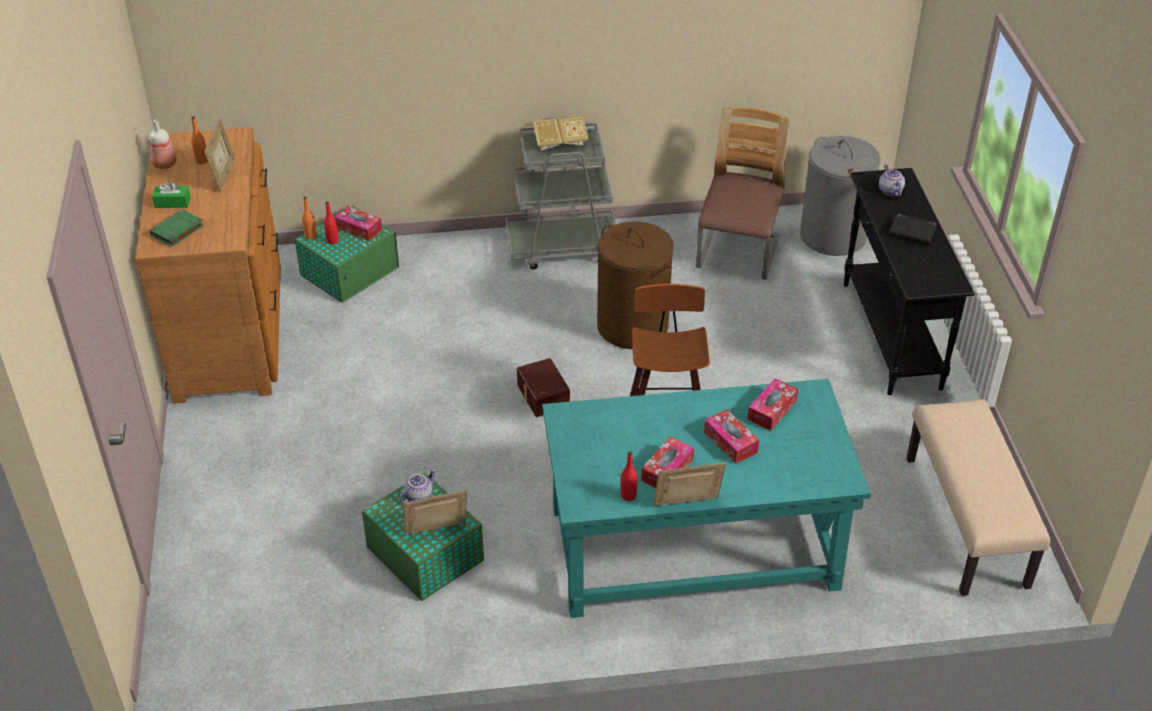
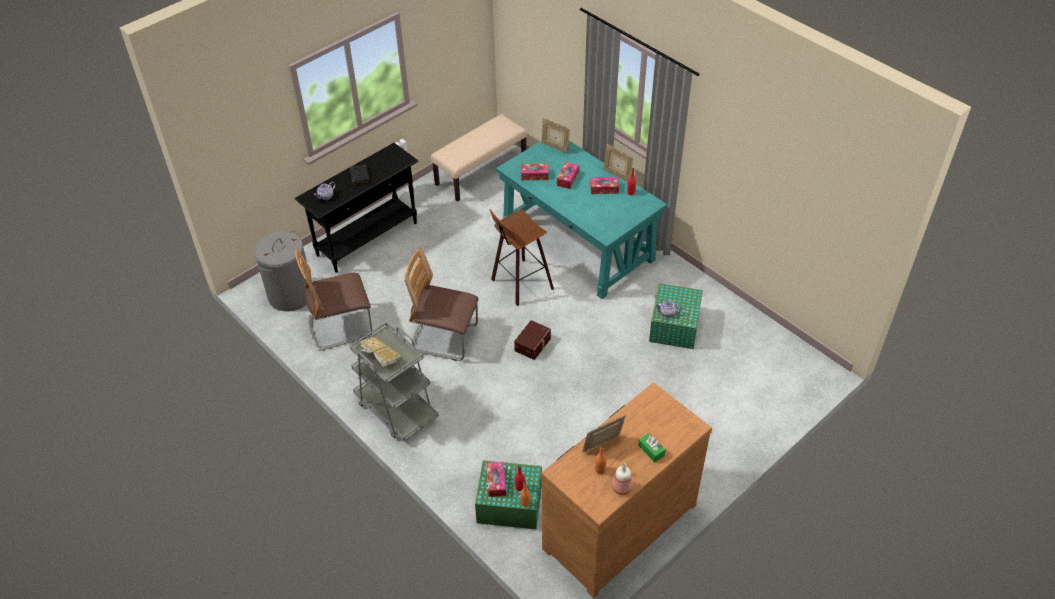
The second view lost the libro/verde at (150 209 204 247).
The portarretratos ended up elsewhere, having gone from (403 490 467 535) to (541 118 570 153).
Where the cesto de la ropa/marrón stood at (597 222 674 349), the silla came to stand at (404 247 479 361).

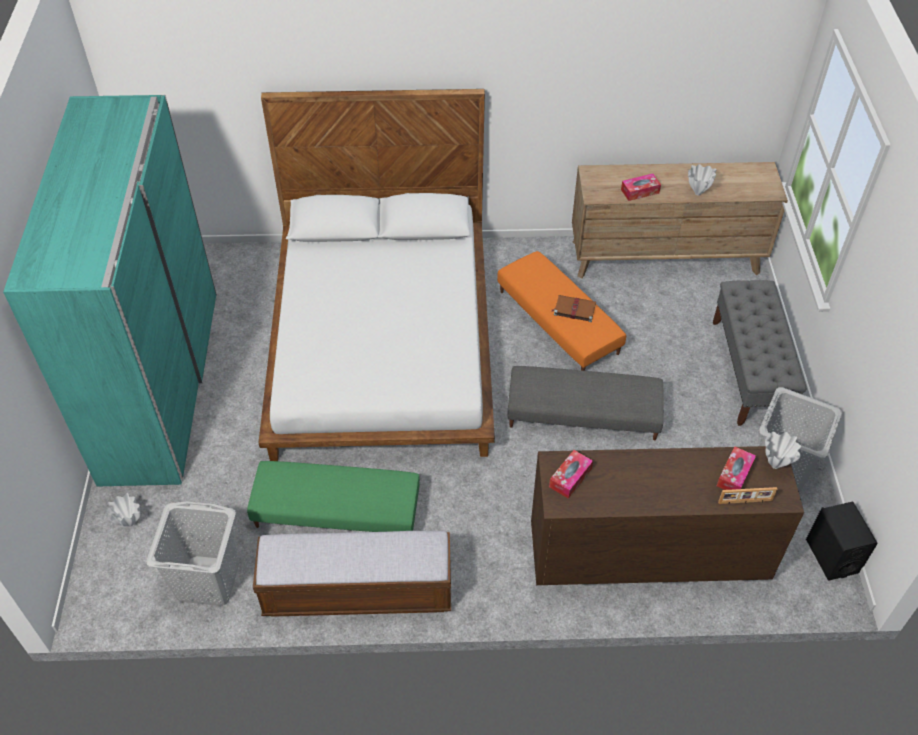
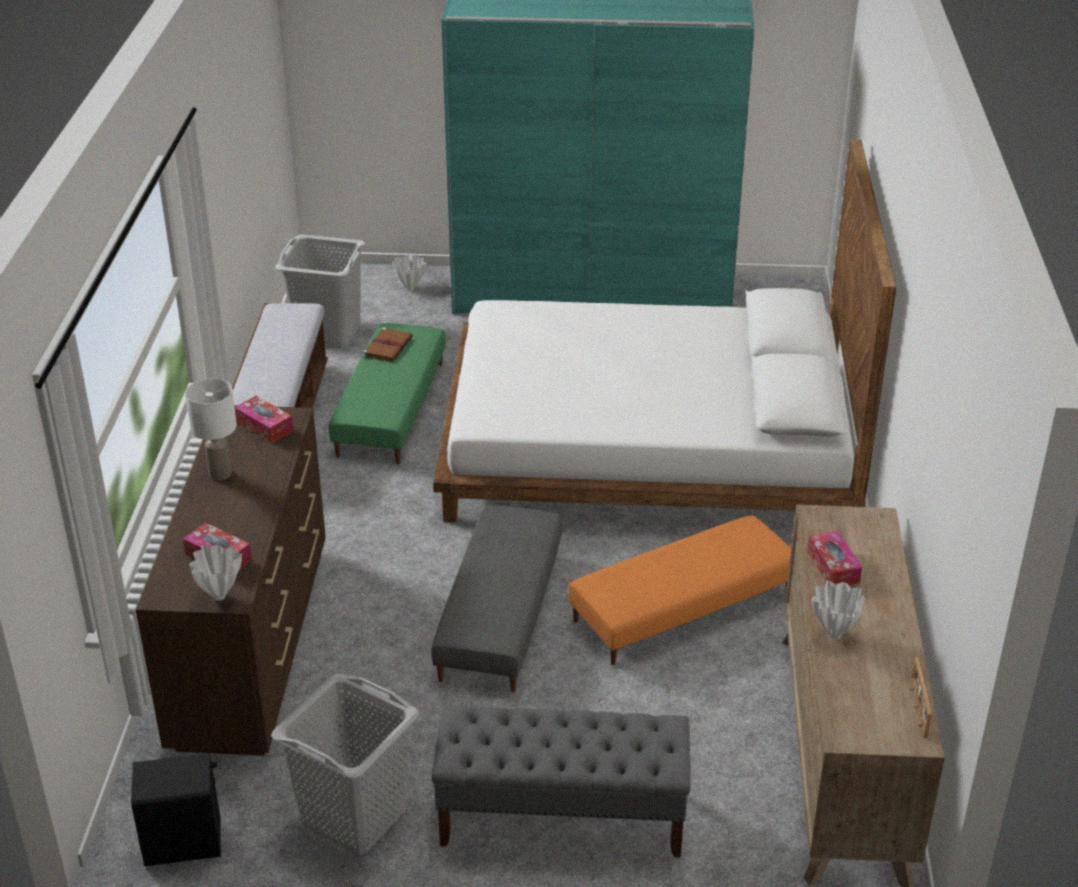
The libro/marrón ended up elsewhere, having gone from (552 295 596 322) to (363 327 413 362).
The portarretratos ended up elsewhere, having gone from (718 487 777 504) to (910 657 932 738).
The second view gained the lámpara de mesa/blanco at (185 378 237 480).

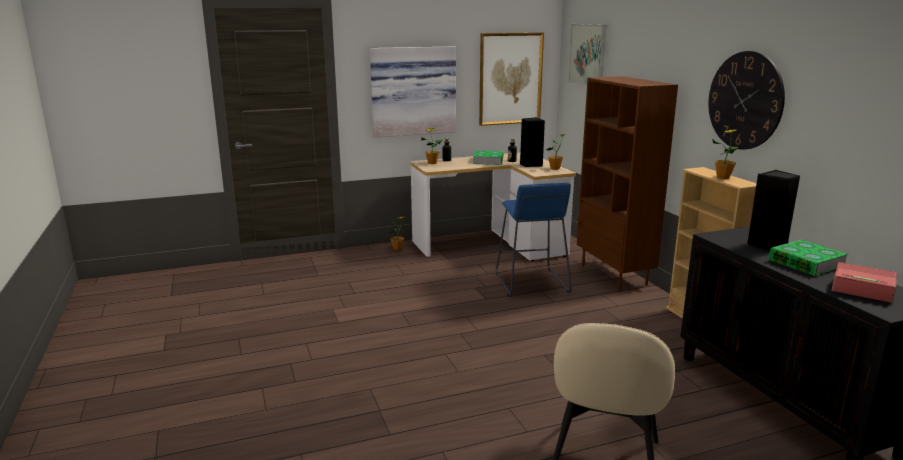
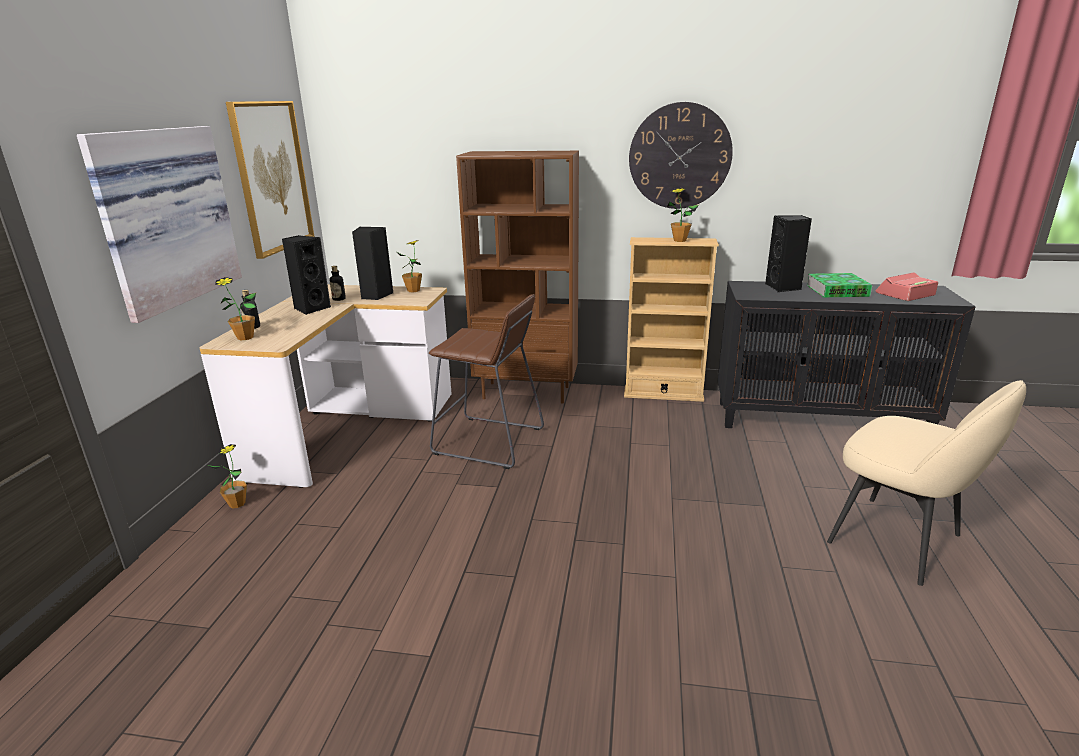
Where the libro stood at (473 151 503 165), the altavoz/negro came to stand at (282 235 331 315).
What was the taburete/azul at (496 183 572 297) turned into the taburete/marrón at (429 294 544 469).
The second view lost the cuadro at (568 24 607 86).

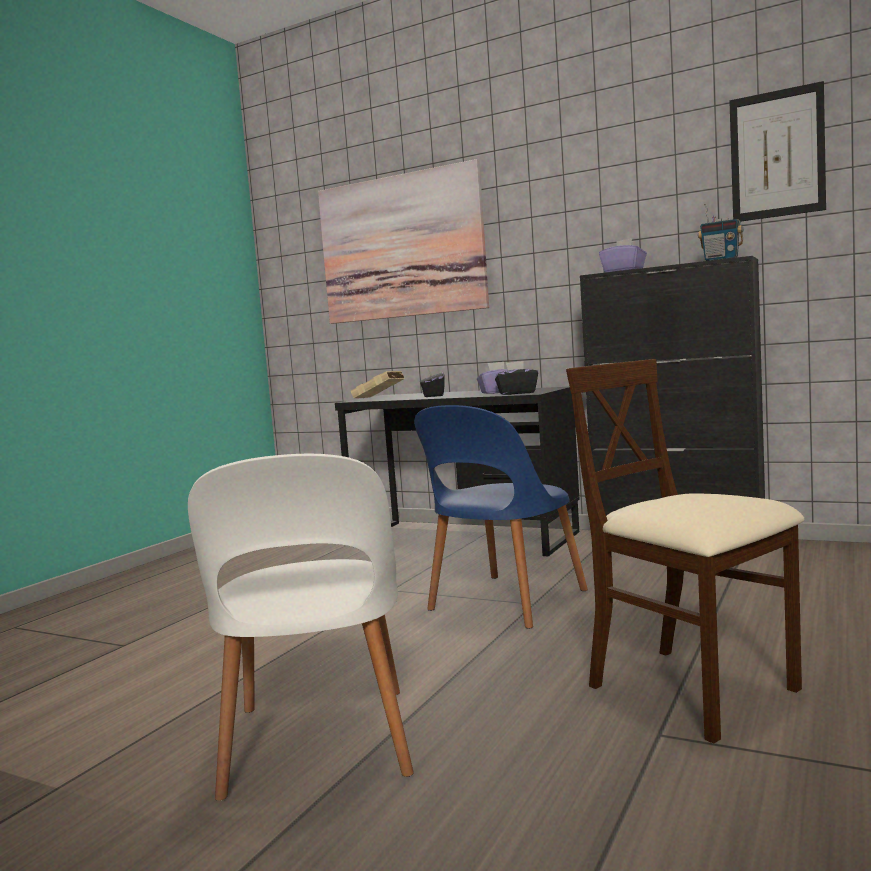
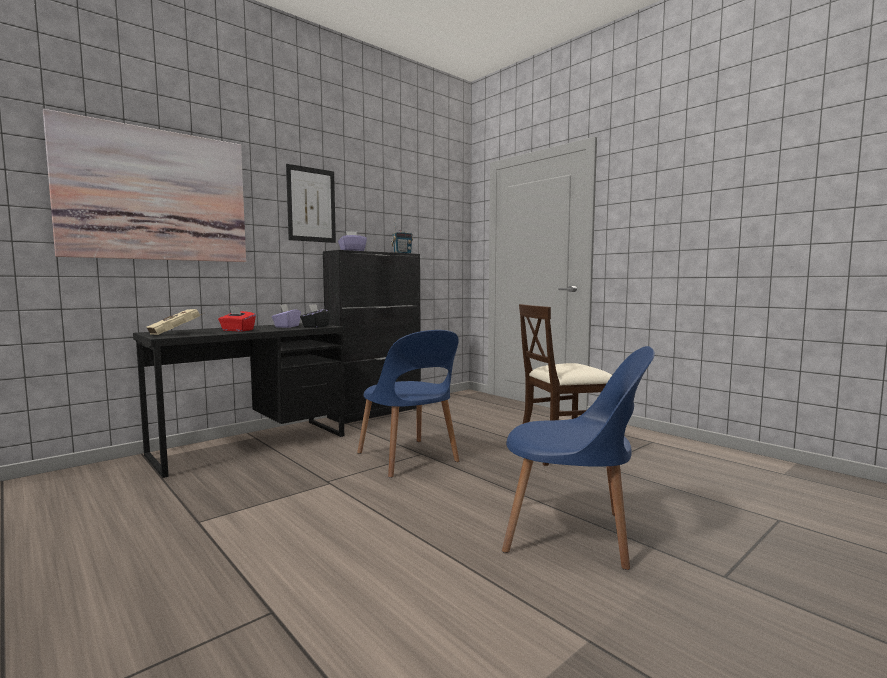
What was the silla/blanco at (188 454 414 801) turned into the silla/azul at (502 346 655 570).
What was the caja de pañuelos/negro at (420 367 445 397) turned into the caja de pañuelos/rojo at (218 306 256 332).
The cuadro ended up elsewhere, having gone from (729 81 826 222) to (286 164 336 243).

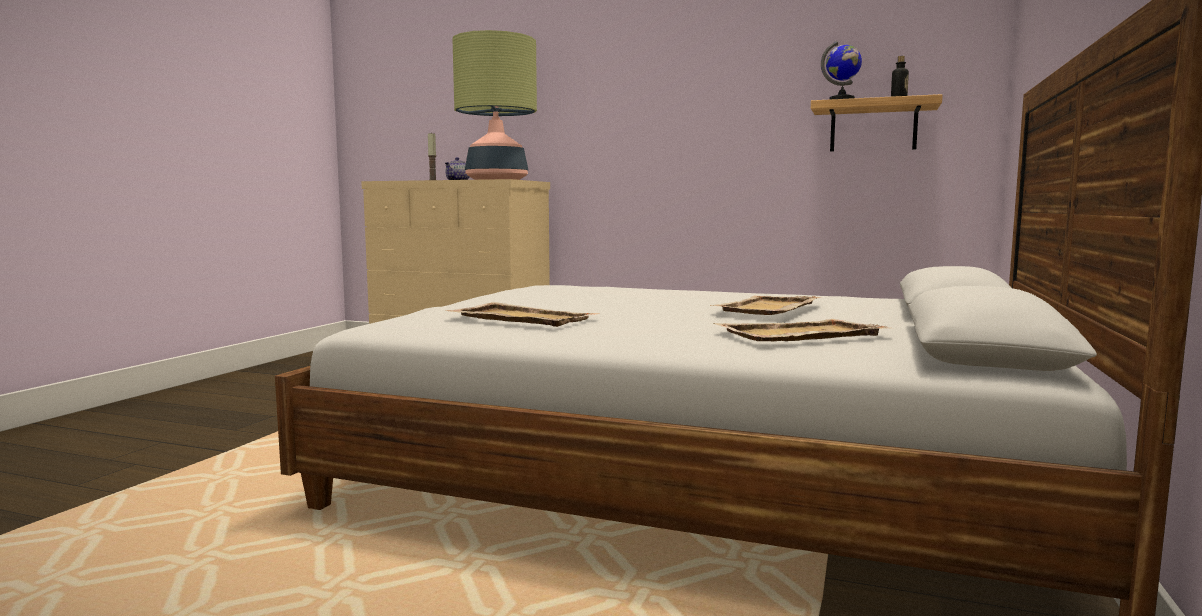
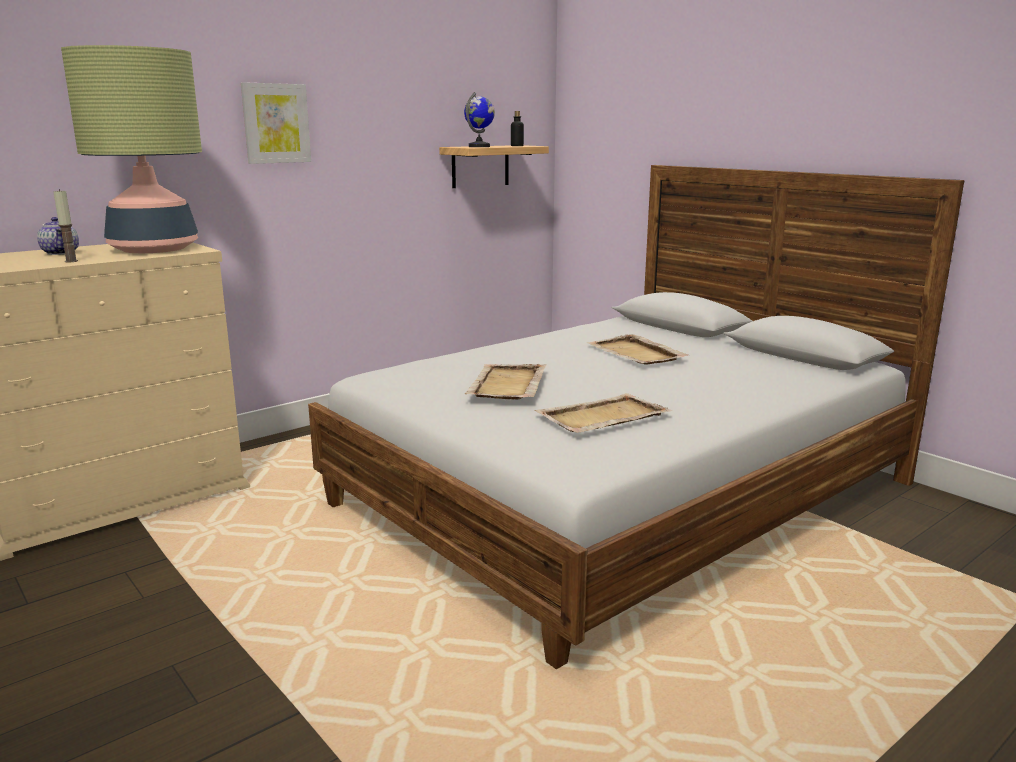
The bandeja/beis ended up elsewhere, having gone from (713 319 891 341) to (465 364 546 400).
The second view gained the cuadro at (241 82 311 164).

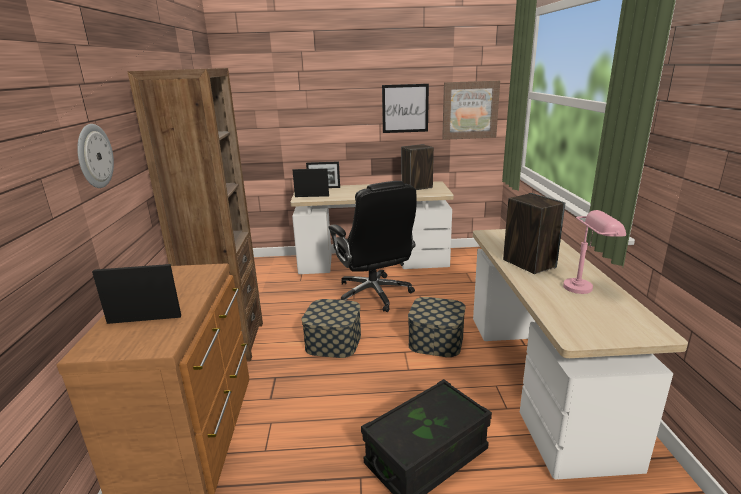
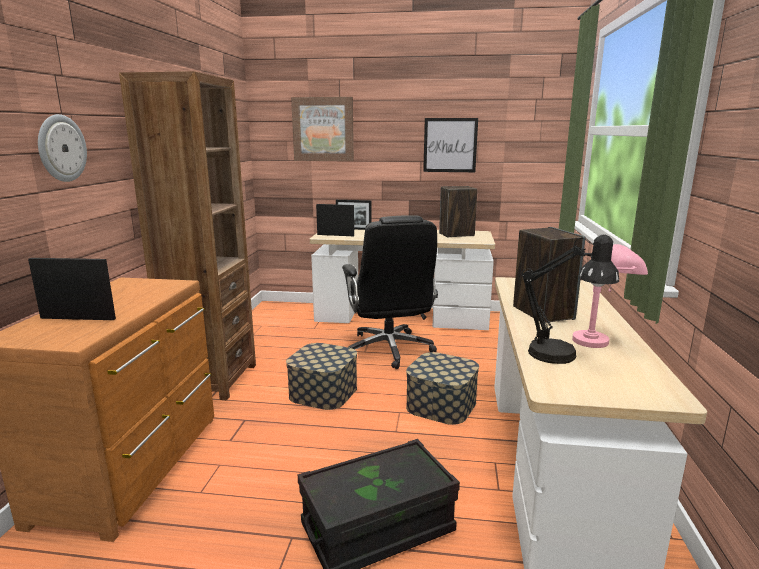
The cuadro ended up elsewhere, having gone from (442 81 500 140) to (291 97 354 161).
The second view gained the lámpara de mesa/negro at (522 235 619 364).

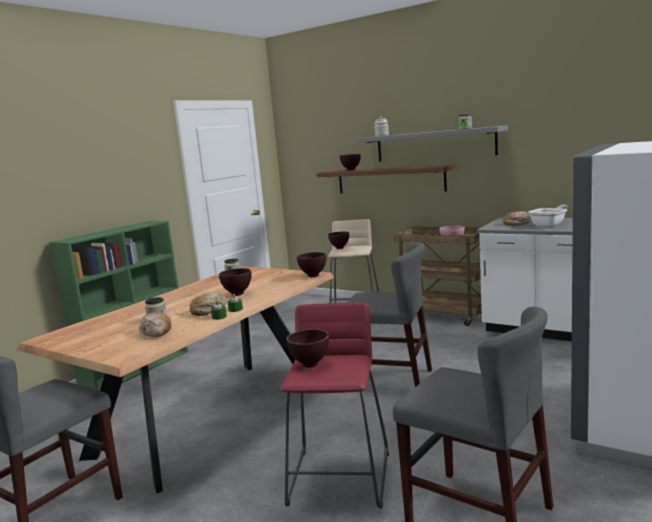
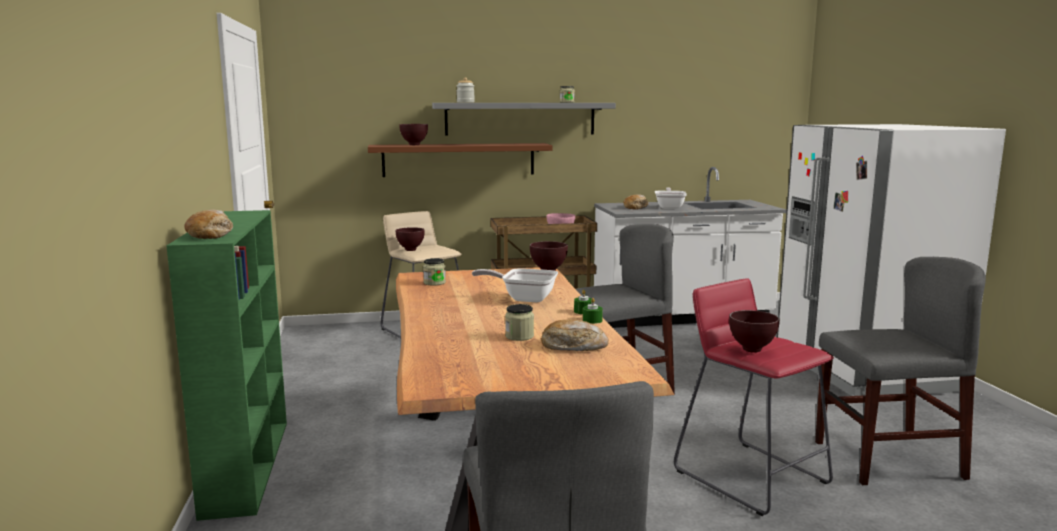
The pan ended up elsewhere, having gone from (189 293 227 316) to (184 210 233 239).
Where the cuenco/marrón stood at (219 268 251 296), the sartén came to stand at (472 268 558 302).

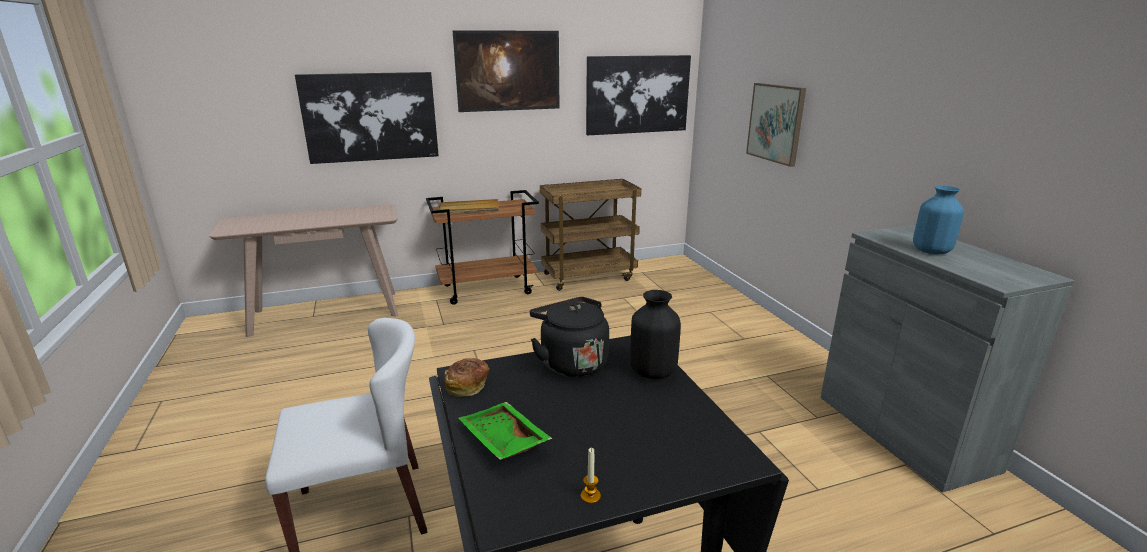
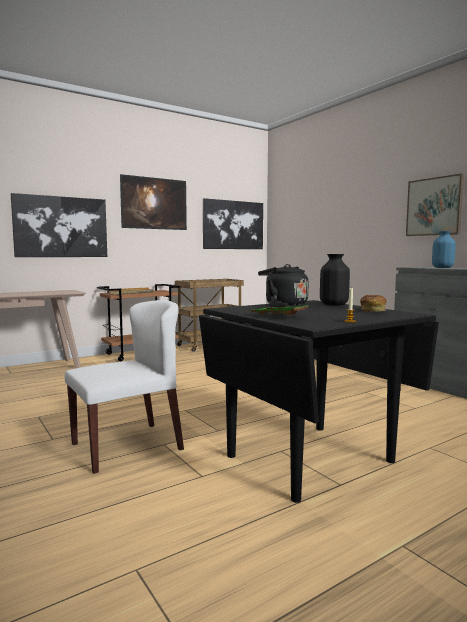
The pan ended up elsewhere, having gone from (444 358 489 397) to (360 295 387 312).
The cuadro ended up elsewhere, having gone from (746 83 806 167) to (406 174 464 236).

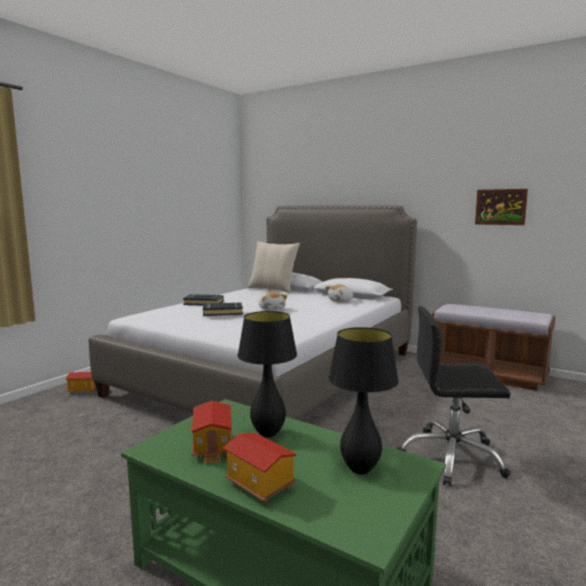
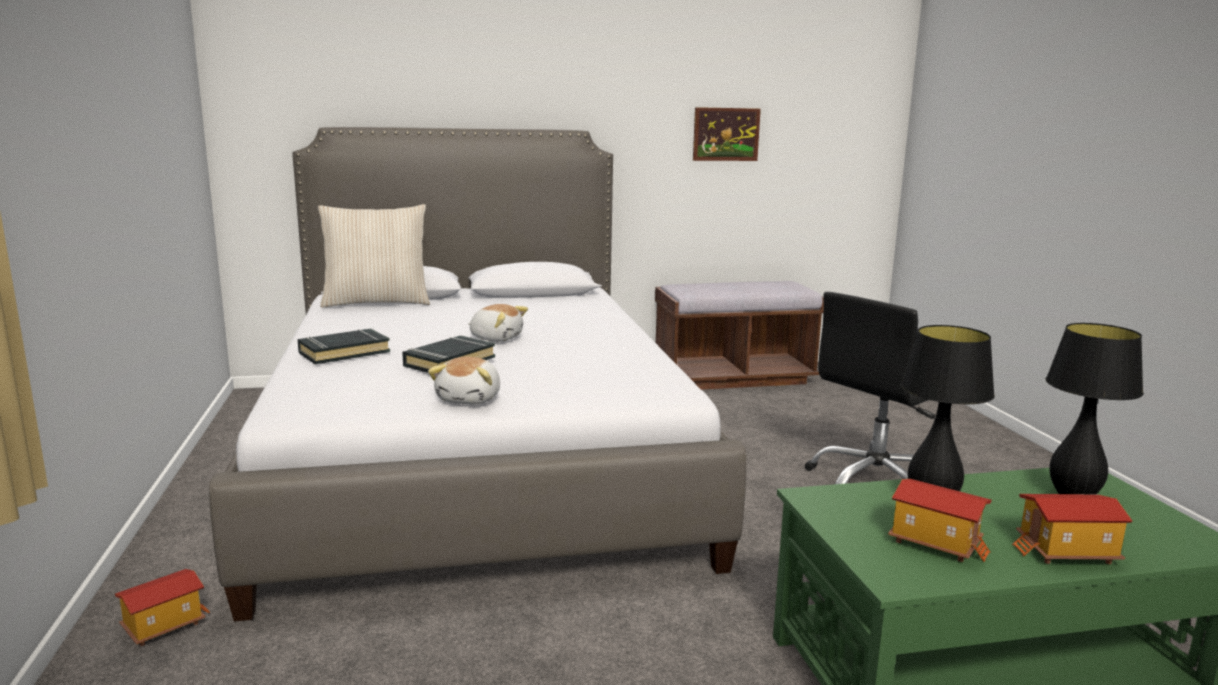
The peluche ended up elsewhere, having gone from (325 285 353 302) to (428 357 500 404).

